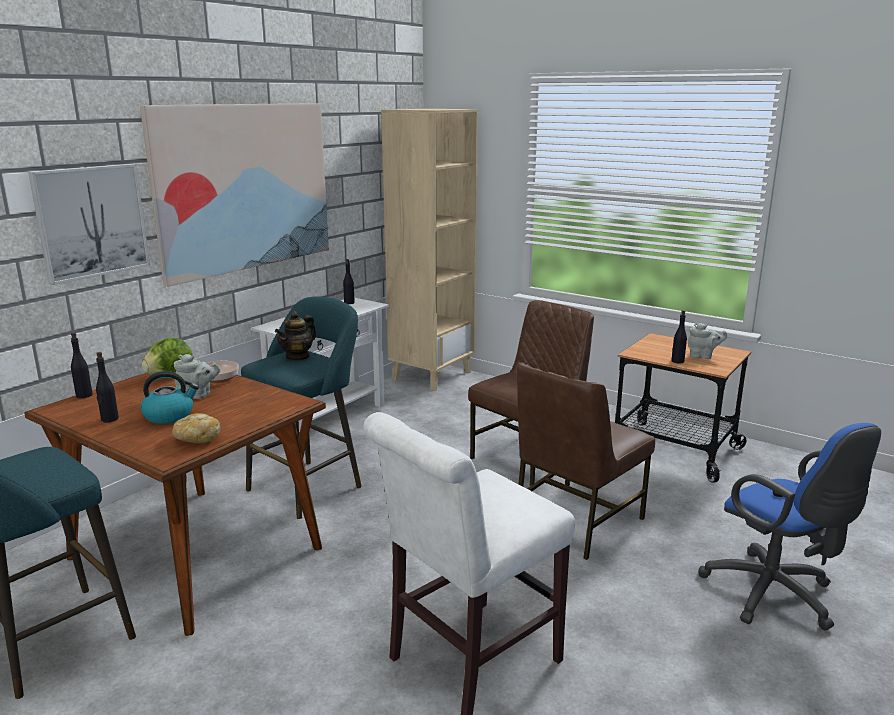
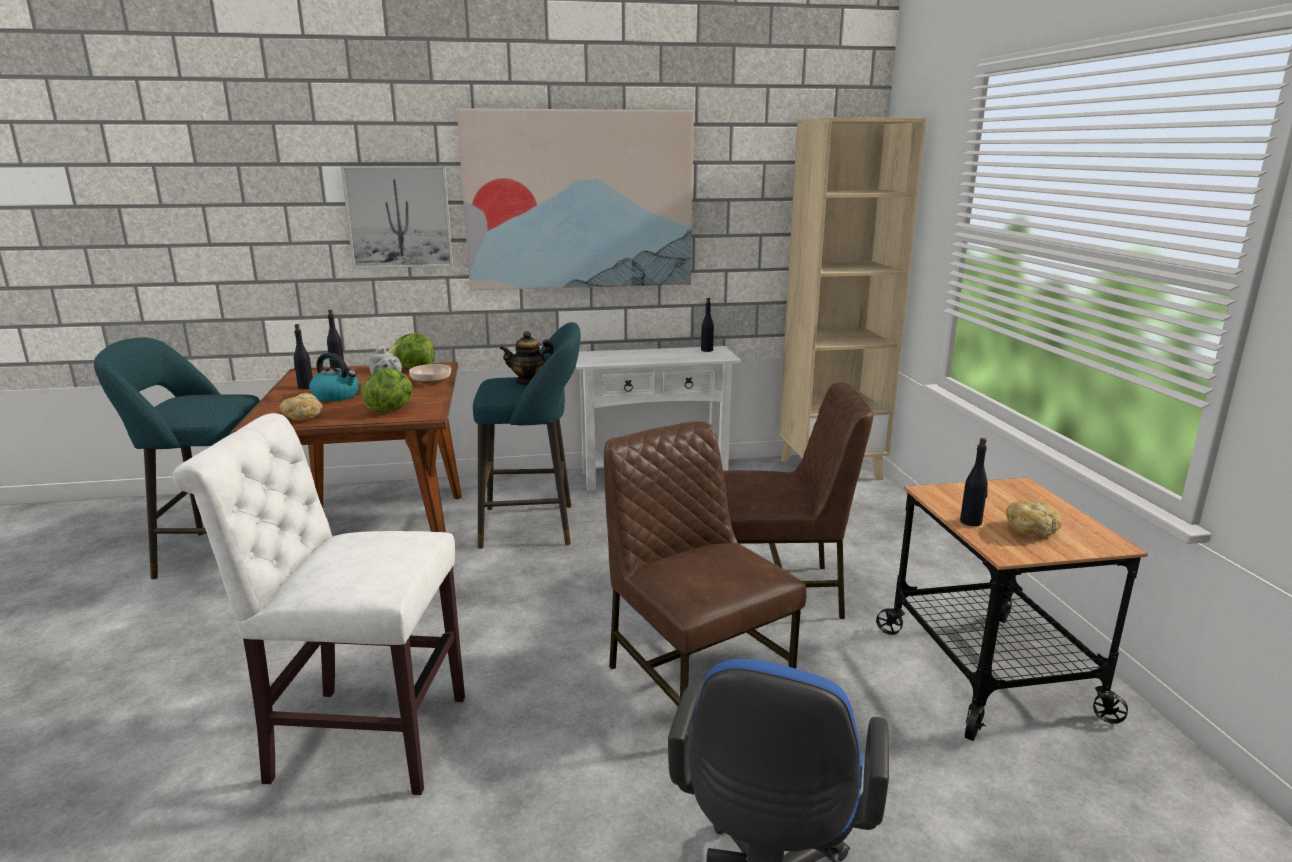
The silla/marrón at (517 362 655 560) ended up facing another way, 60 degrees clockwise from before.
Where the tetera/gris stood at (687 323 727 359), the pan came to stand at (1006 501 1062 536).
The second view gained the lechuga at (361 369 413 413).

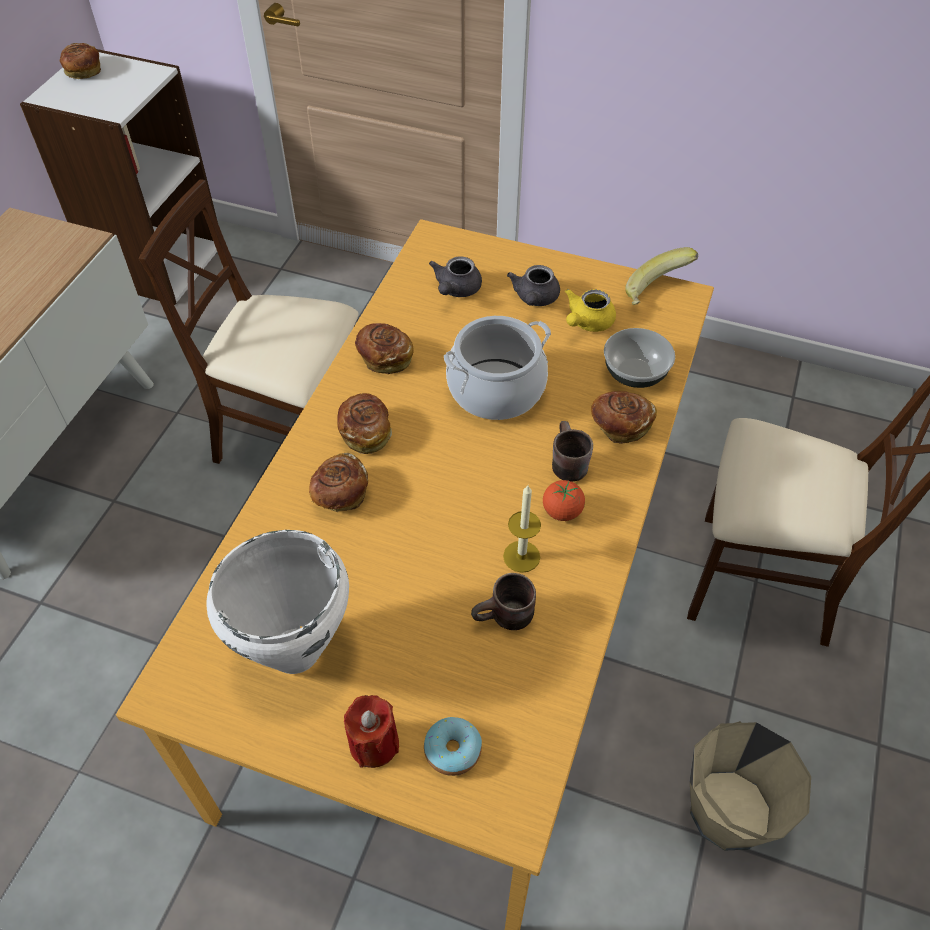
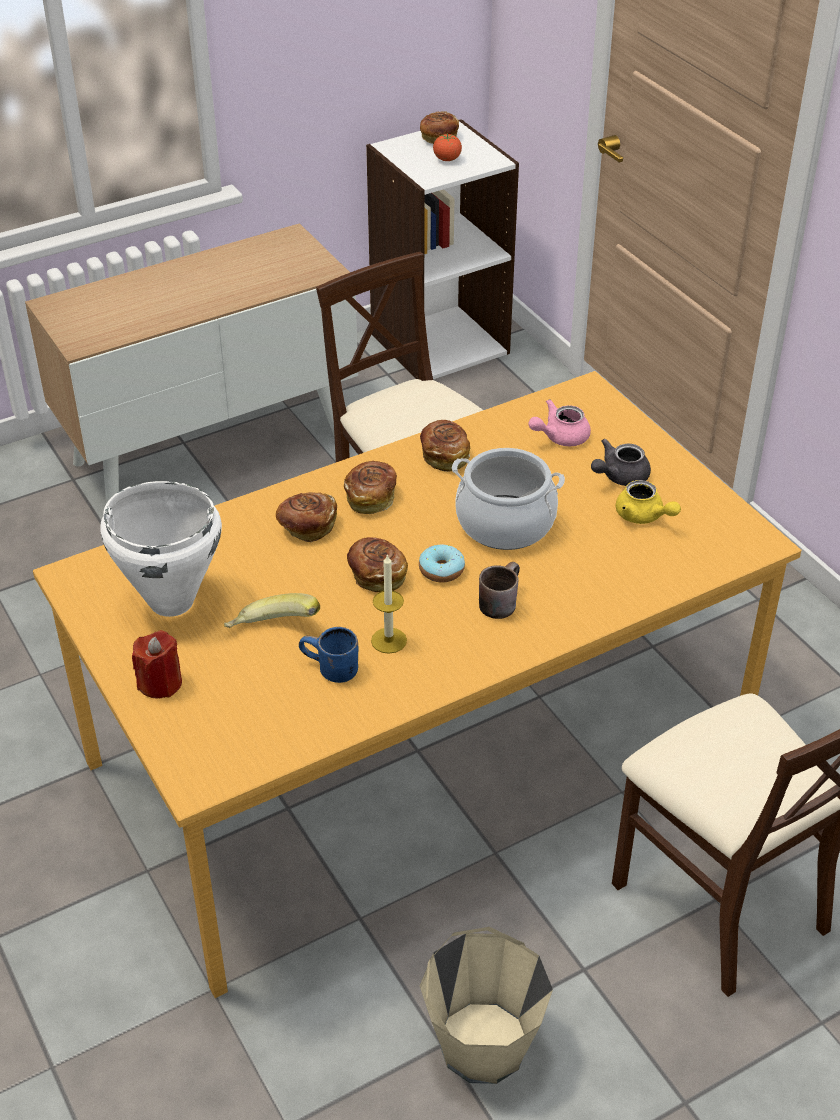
The rosquilla ended up elsewhere, having gone from (424 717 482 776) to (419 544 465 582).
What was the tetera/gris at (429 256 482 297) turned into the tetera/rosa at (528 399 591 447).
What was the taza grande/marrón at (471 573 536 630) turned into the taza grande/azul at (299 627 359 683).
The tomate ended up elsewhere, having gone from (543 480 585 521) to (433 134 462 161).
The tetera/amarillo at (565 289 616 332) ended up facing another way, 120 degrees counterclockwise from before.
The pan ended up elsewhere, having gone from (591 391 657 444) to (347 537 408 592).
The second view lost the cuenco at (604 328 675 388).
The plátano ended up elsewhere, having gone from (625 247 698 305) to (224 593 320 628).

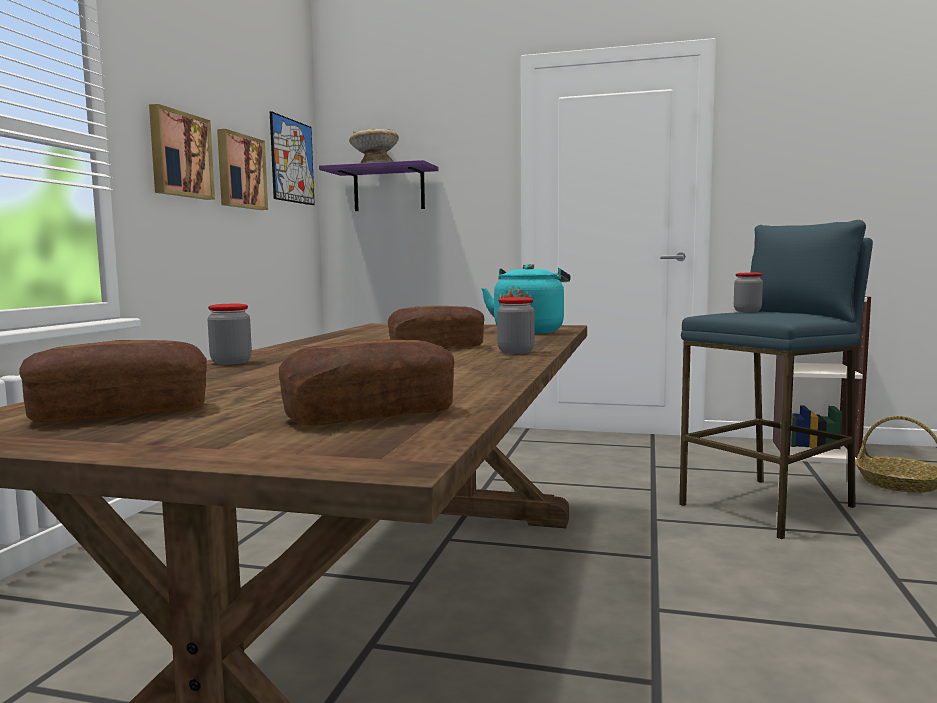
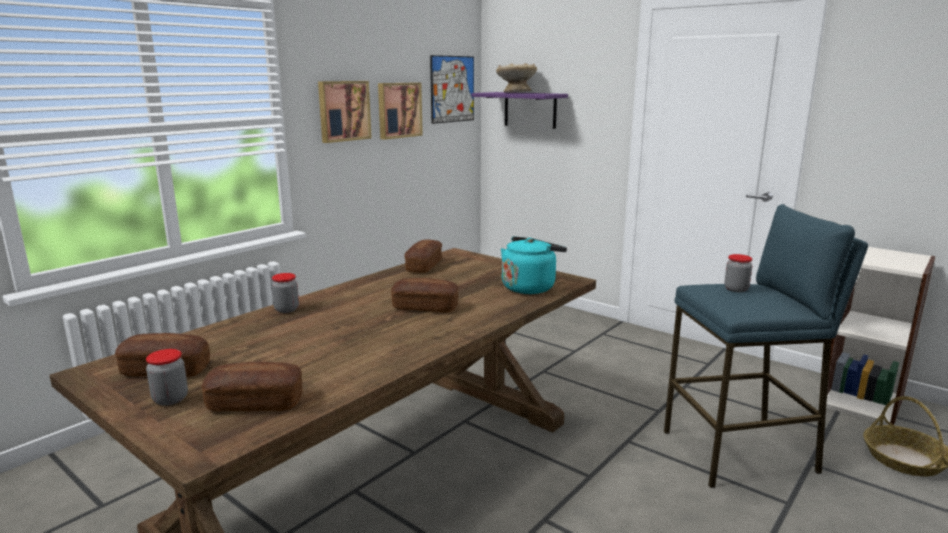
The tarro ended up elsewhere, having gone from (497 297 535 354) to (146 349 188 406).
The second view gained the pan at (404 239 442 273).

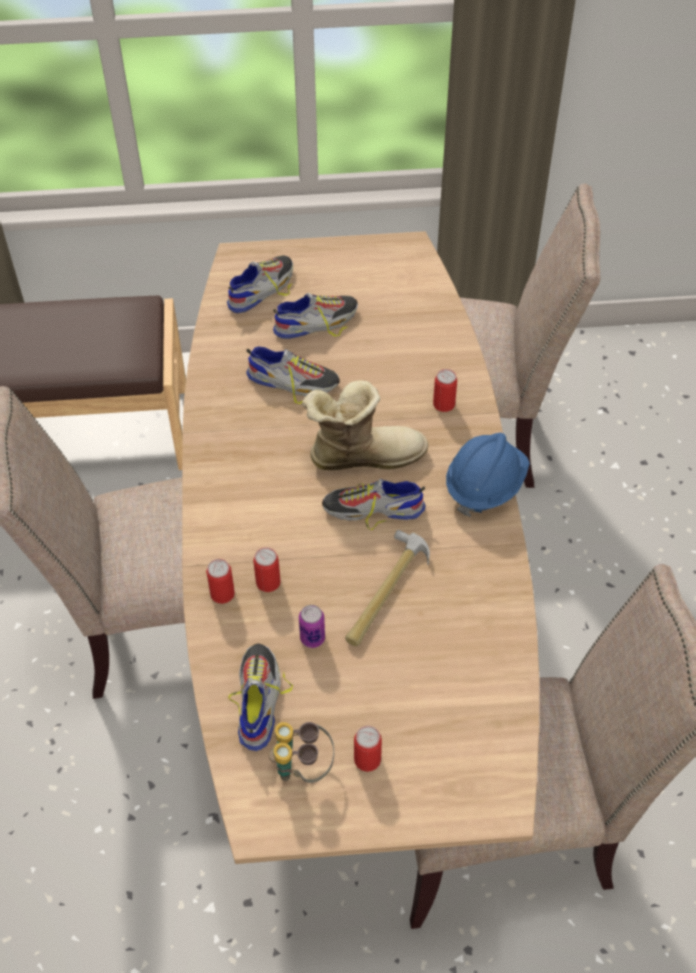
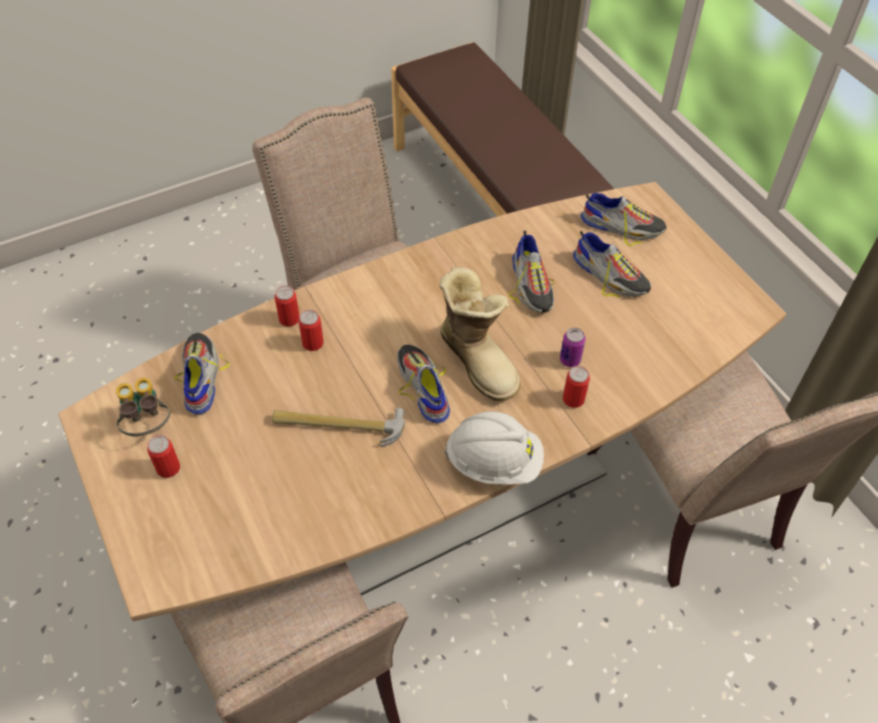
The zapato at (228 643 293 751) ended up facing another way, 75 degrees counterclockwise from before.
The lata ended up elsewhere, having gone from (299 605 325 648) to (560 328 586 367).
What was the casco/azul at (446 432 530 517) turned into the casco/blanco at (445 411 544 485).

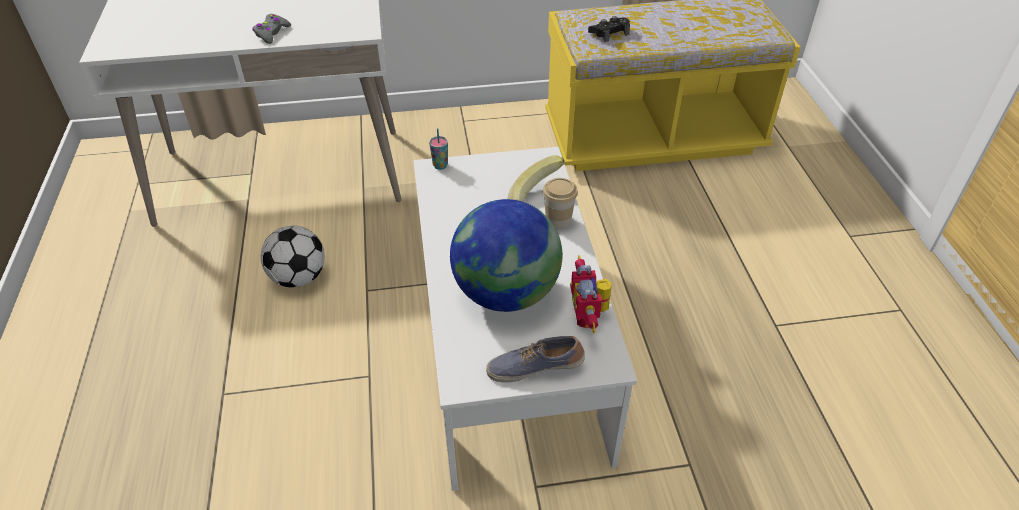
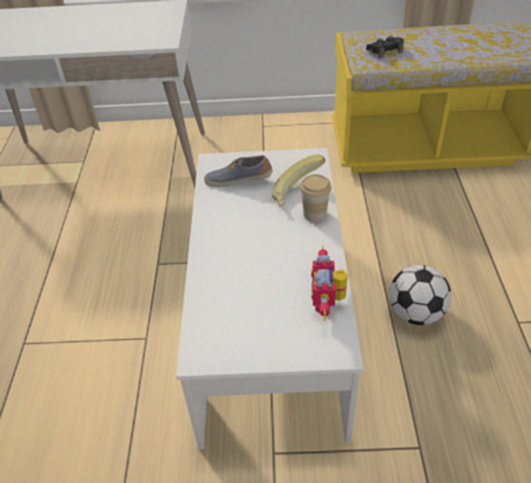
The second view lost the mando de consola/gris at (253 14 291 44).
The balón de fútbol ended up elsewhere, having gone from (261 226 325 288) to (389 265 451 325).
The second view lost the taza at (429 128 448 170).
The second view lost the globo terráqueo at (450 199 562 312).
The zapato ended up elsewhere, having gone from (486 336 585 382) to (204 155 273 187).

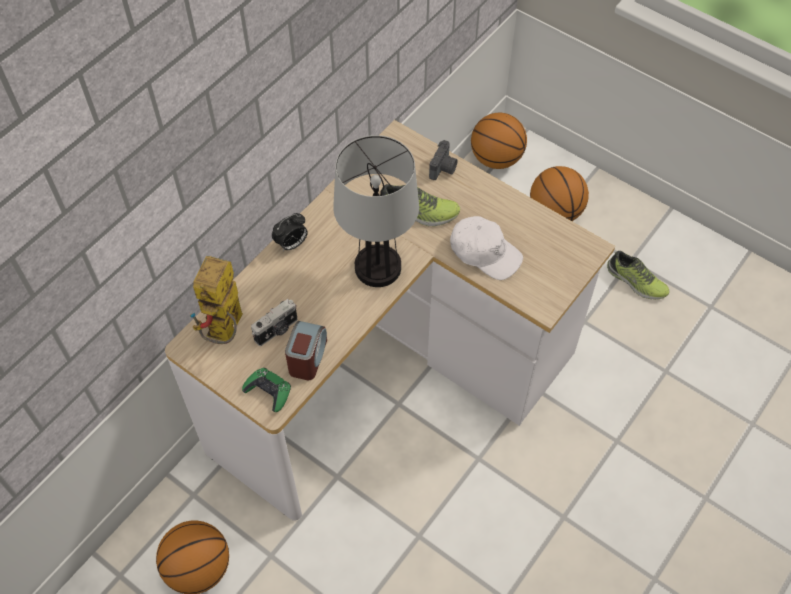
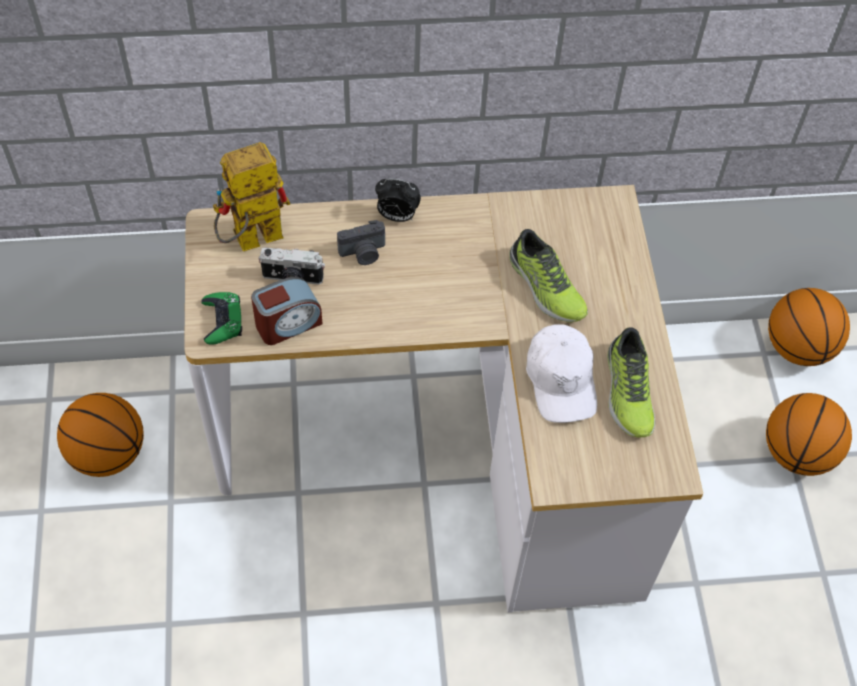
The second view lost the lámpara de mesa at (333 135 419 287).
The cámara ended up elsewhere, having gone from (429 140 458 180) to (337 220 385 265).
The zapato ended up elsewhere, having gone from (607 251 670 299) to (607 327 655 438).

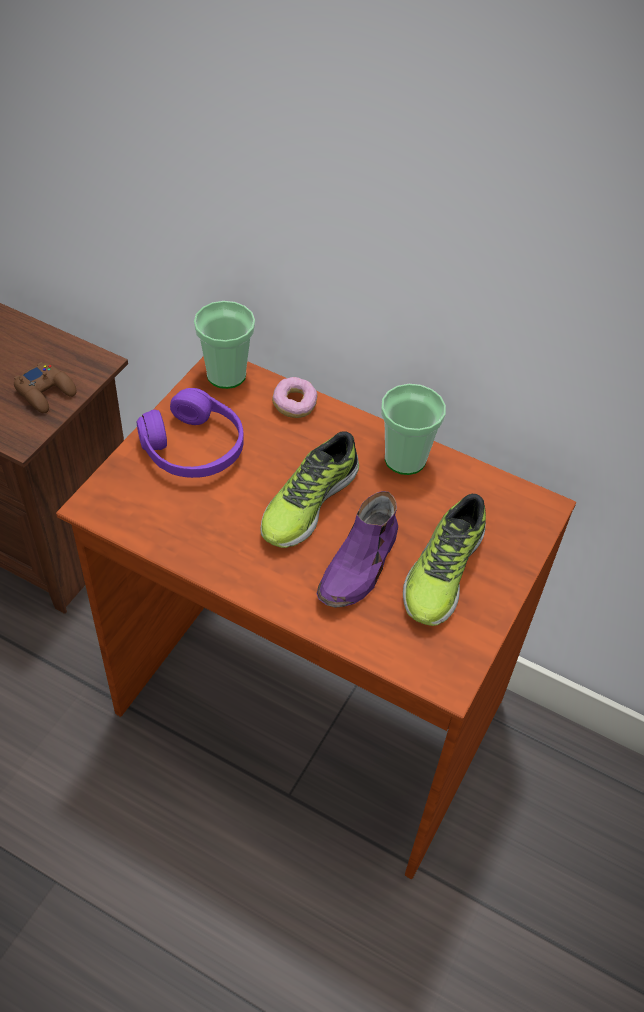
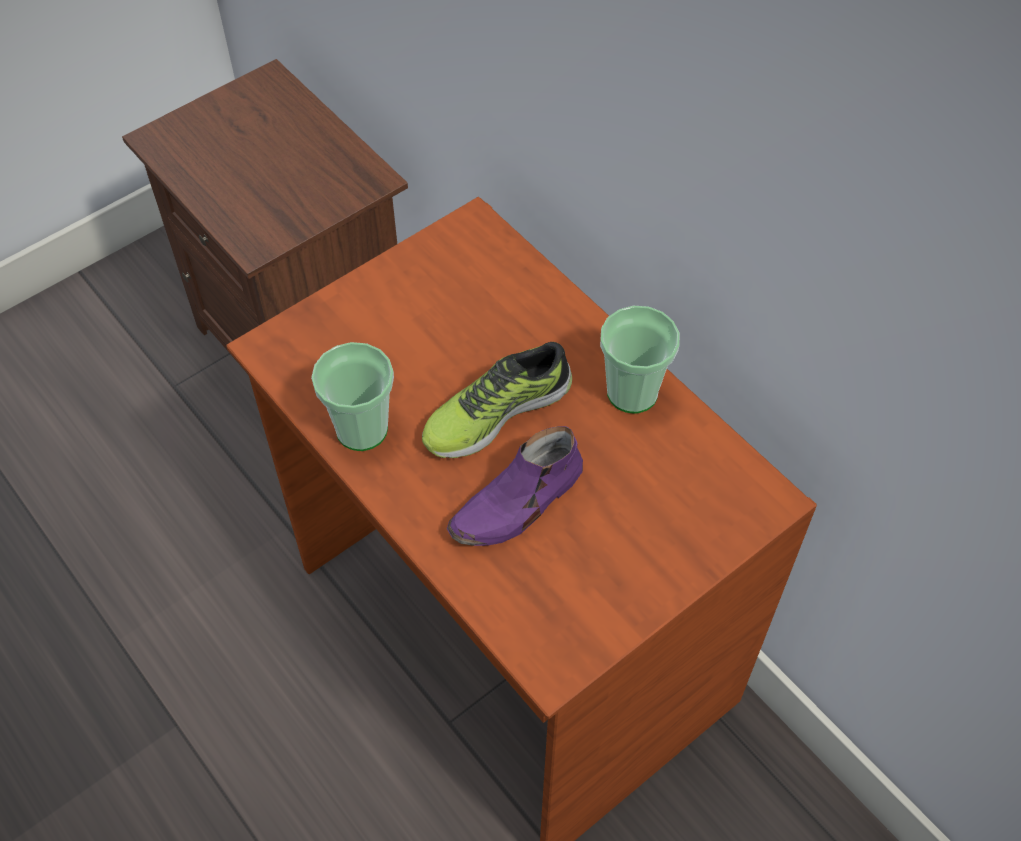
The second view lost the mando de consola/marrón at (14 362 76 413).
The second view lost the auriculares/morado at (137 388 244 478).
The taza ended up elsewhere, having gone from (194 301 255 389) to (311 342 394 451).
The second view lost the rosquilla at (272 377 318 418).
The second view lost the zapato at (403 494 486 626).

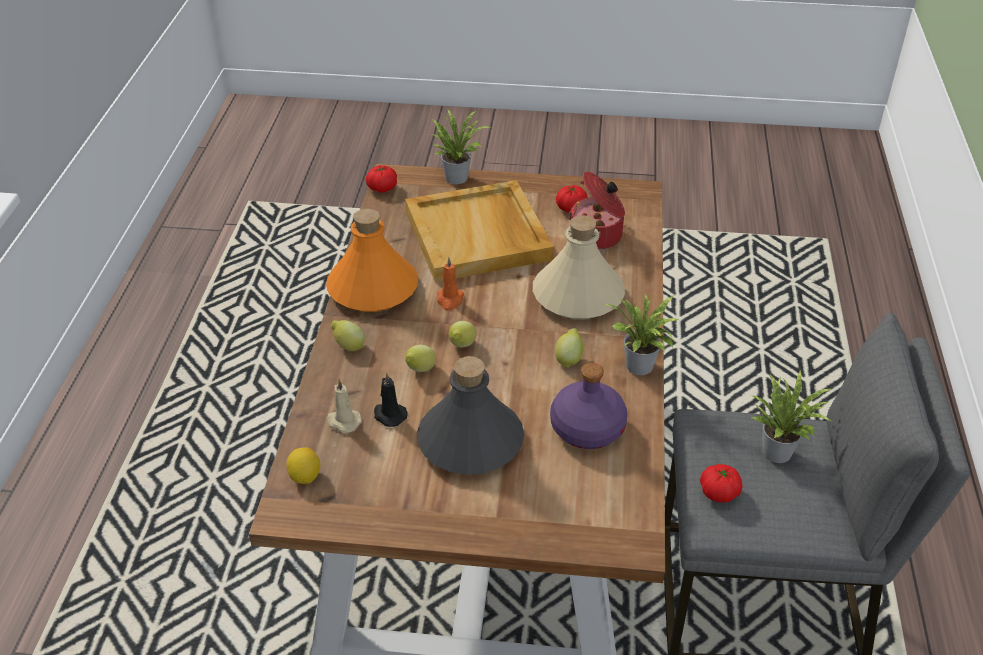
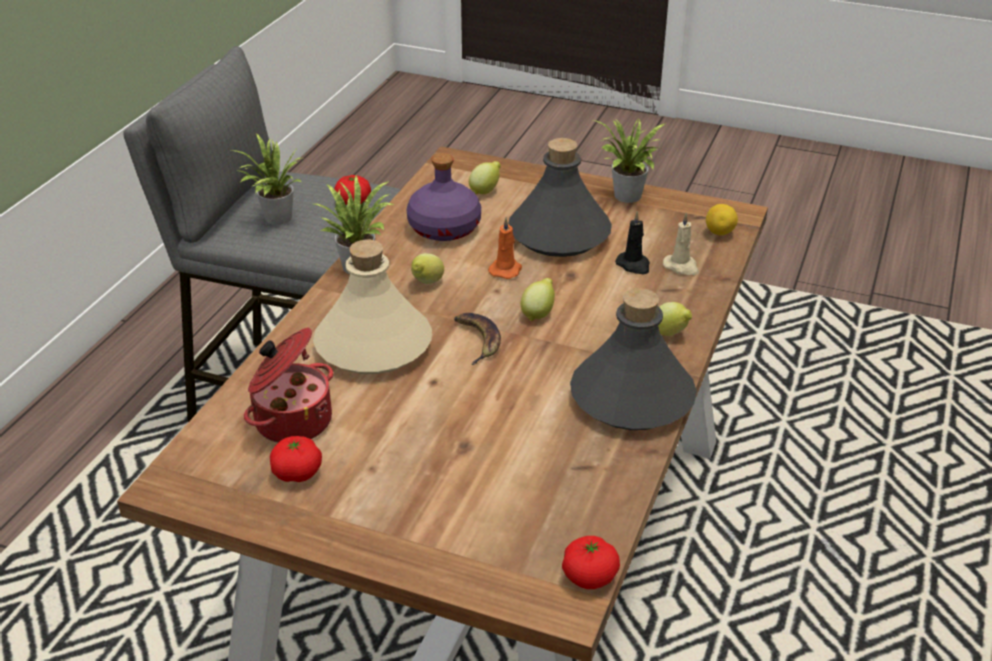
What was the botella/naranja at (326 209 418 312) turned into the botella/gris at (570 288 697 430).
The second view lost the bandeja/beis at (405 180 554 282).
The limón ended up elsewhere, having gone from (405 345 436 372) to (469 161 501 194).
The planta en maceta ended up elsewhere, having gone from (431 109 489 185) to (593 118 667 203).
The vela/naranja ended up elsewhere, having gone from (437 257 464 311) to (488 217 522 279).
The second view gained the plátano at (454 313 501 365).

